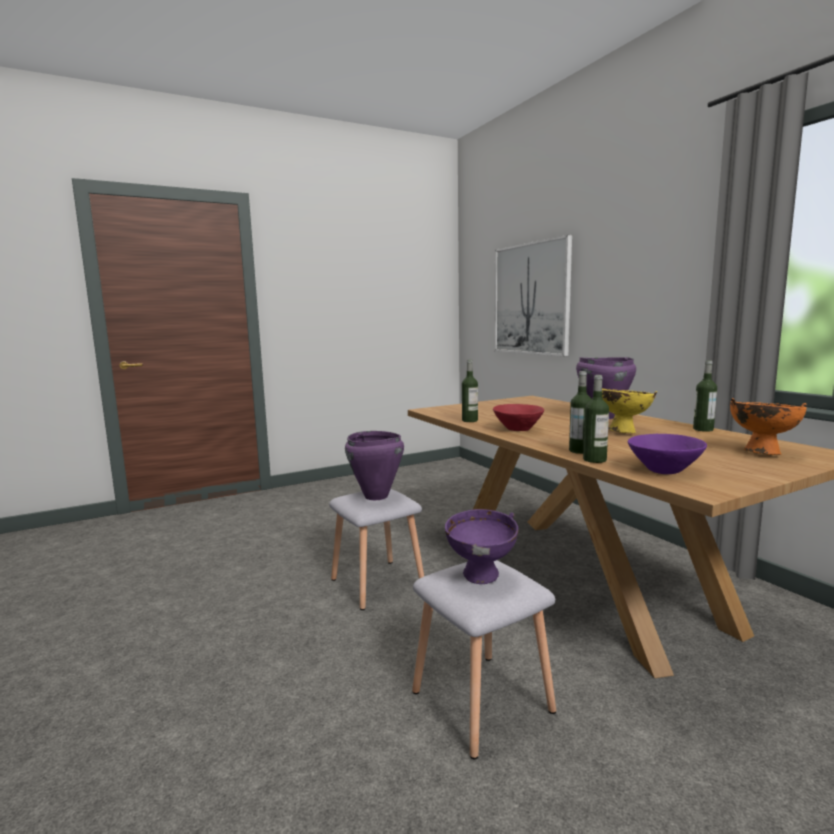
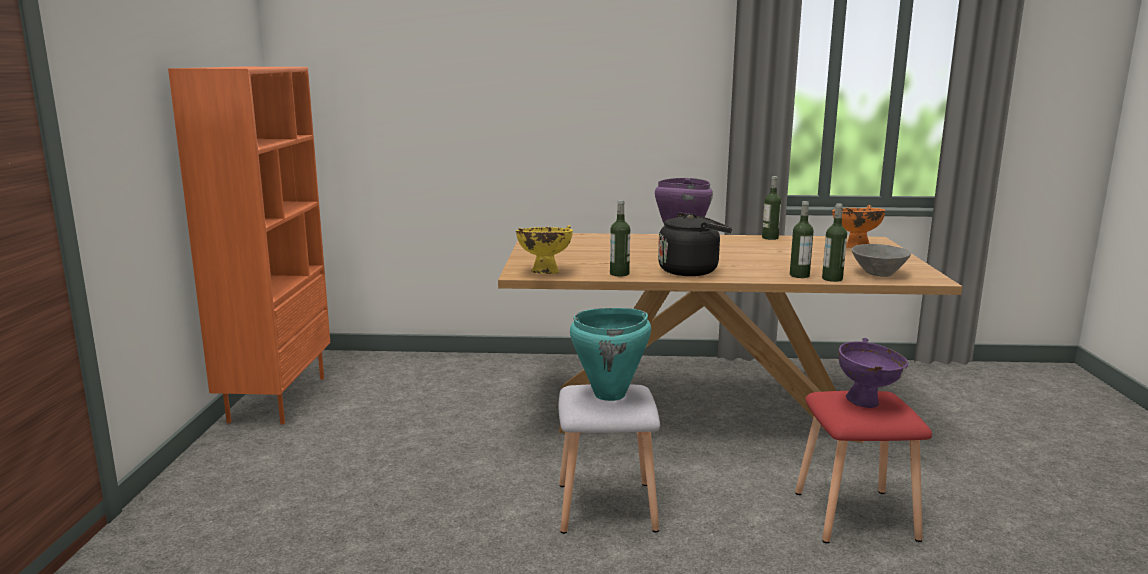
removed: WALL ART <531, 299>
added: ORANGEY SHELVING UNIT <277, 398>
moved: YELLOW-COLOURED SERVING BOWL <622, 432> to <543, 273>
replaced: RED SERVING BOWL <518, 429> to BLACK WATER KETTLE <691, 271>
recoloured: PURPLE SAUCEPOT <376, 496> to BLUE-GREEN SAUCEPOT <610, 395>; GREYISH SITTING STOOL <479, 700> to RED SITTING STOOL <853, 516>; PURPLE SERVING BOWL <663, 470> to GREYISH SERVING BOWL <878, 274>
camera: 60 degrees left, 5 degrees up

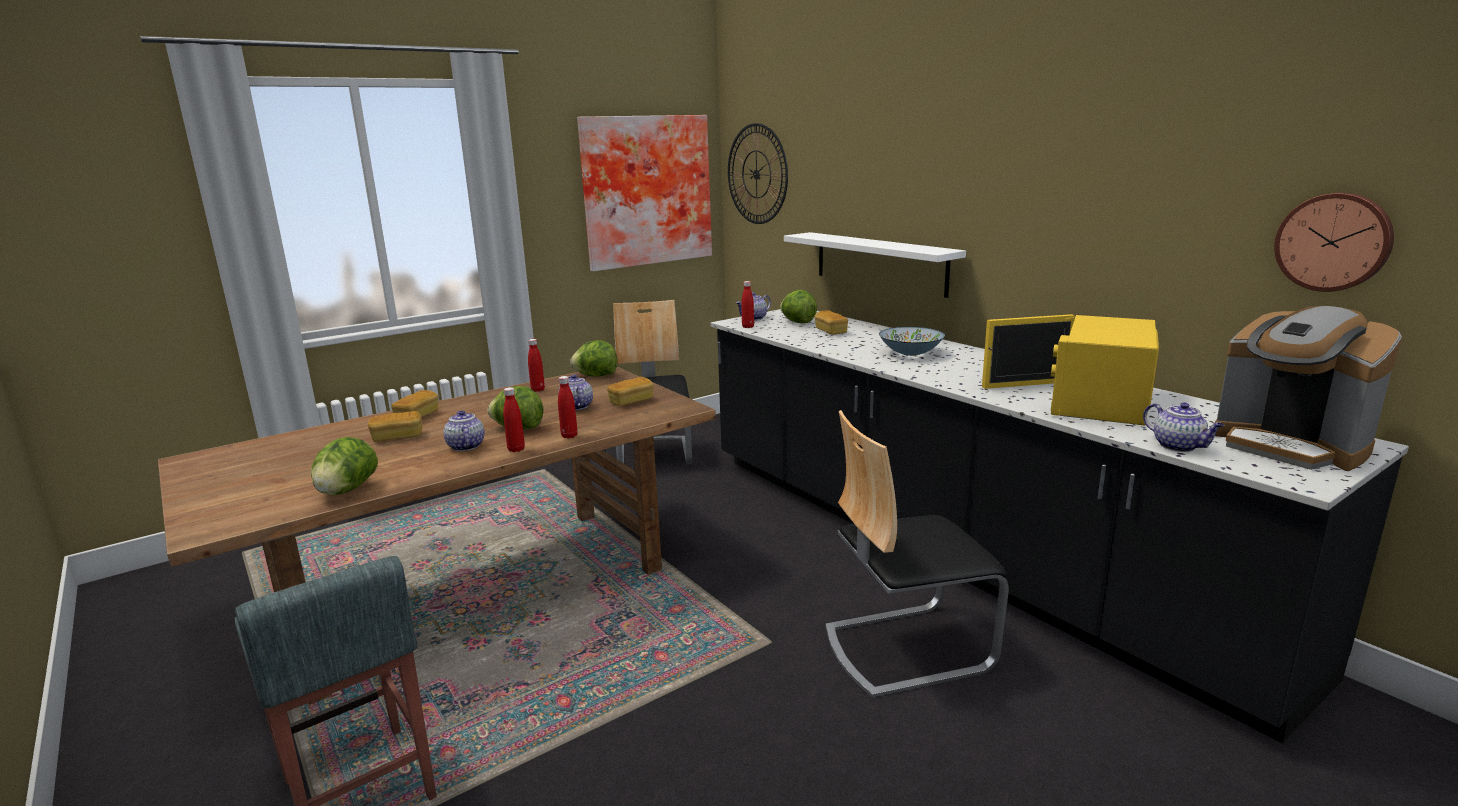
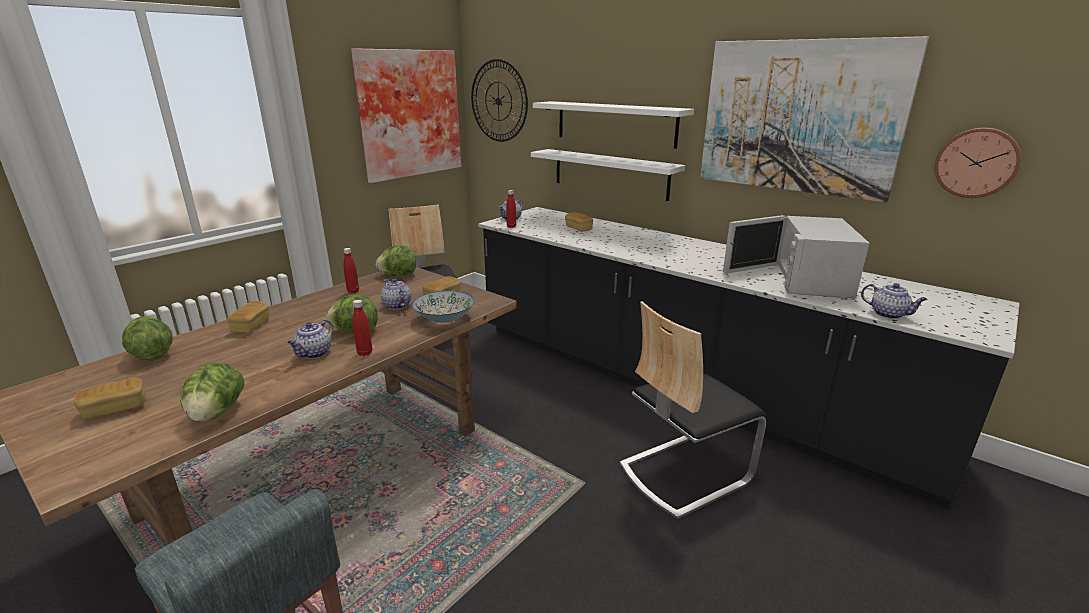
removed: RED DRINK BOTTLE <569, 436>; COFFEE MAKER <1289, 446>
added: WHITE-COLOURED BRACKET SHELF <615, 123>; WALL ART <798, 117>
moved: BAKED BREAD <397, 437> to <115, 409>; LETTUCE HEAD <798, 322> to <152, 355>; SERVING BOWL <911, 353> to <445, 319>
recoloured: YELLOW-COLOURED KITCHEN MICROWAVE <1094, 401> to WHITE-COLOURED KITCHEN MICROWAVE <806, 279>
turned: TEAPOT <465, 446> = <314, 353> 120 degrees counterclockwise
camera: 15 degrees left, 5 degrees up

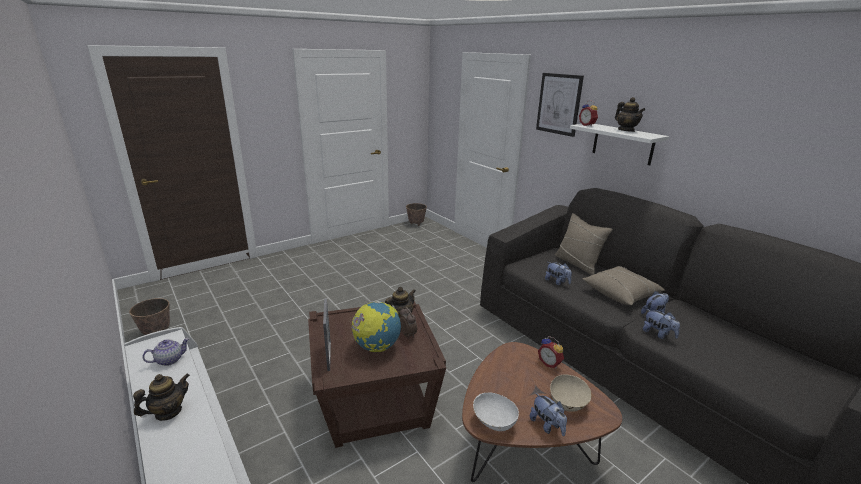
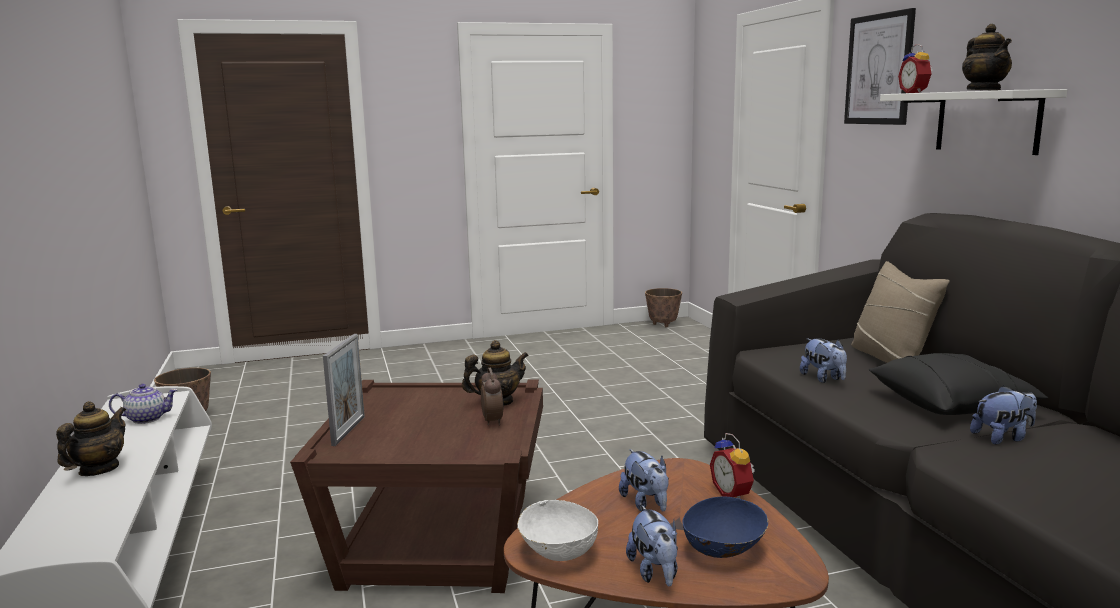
removed: DESK GLOBE <376, 347>
moved: PLUSH TOY <658, 334> to <646, 504>
recoloured: BEIGE SERVING BOWL <568, 403> to BLUISH SERVING BOWL <724, 550>; BEIGE CUSHION <621, 294> to BLACK CUSHION <951, 404>
turned: TEAPOT <168, 412> = <99, 469> 45 degrees counterclockwise
camera: 20 degrees right, 10 degrees down

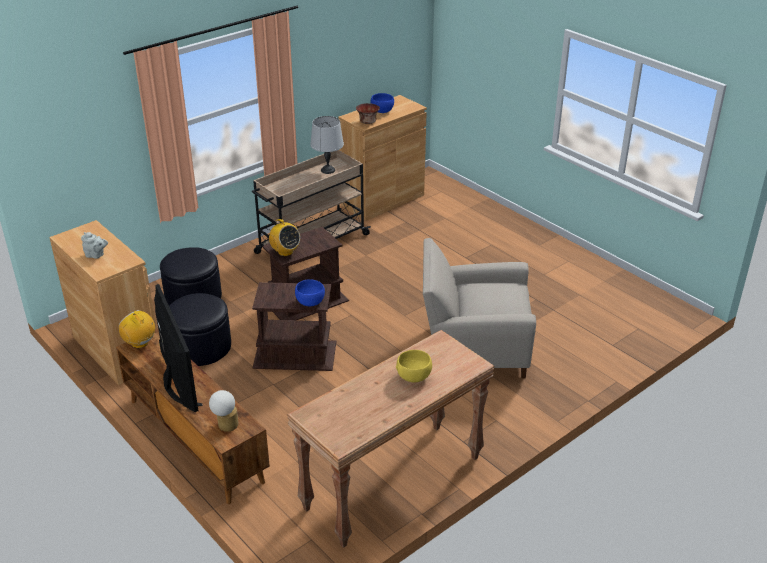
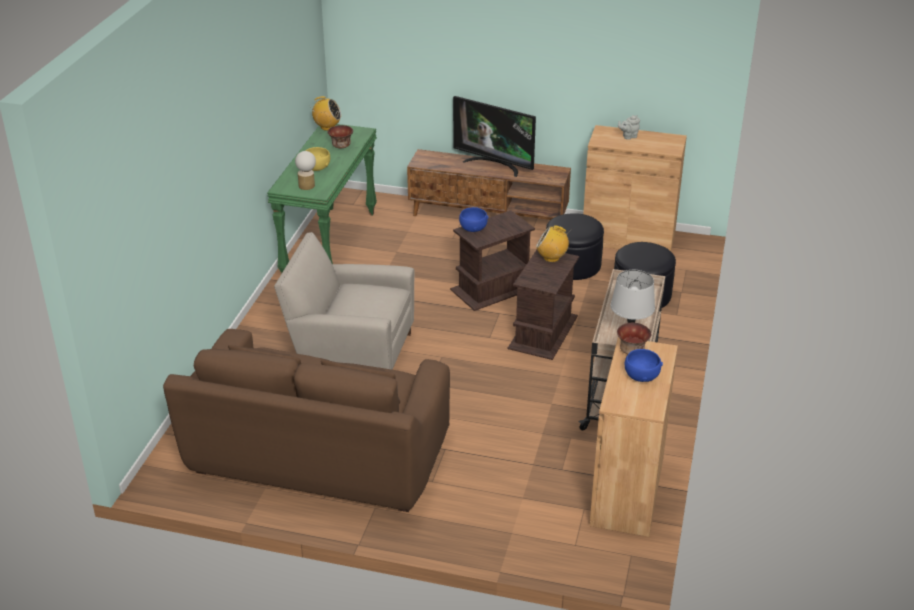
added: BROWNISH SOFA <319, 456>; SERVING BOWL <341, 146>
moved: LAMP FOR A TABLE <225, 426> to <307, 184>; RADIO <140, 343> to <327, 127>
recoloured: BROWNISH HALL TABLE <393, 484> to GREEN HALL TABLE <329, 244>
turned: BEIGE LOUNGE CHAIR <473, 349> = <350, 352> 135 degrees counterclockwise
camera: 145 degrees right, 0 degrees up

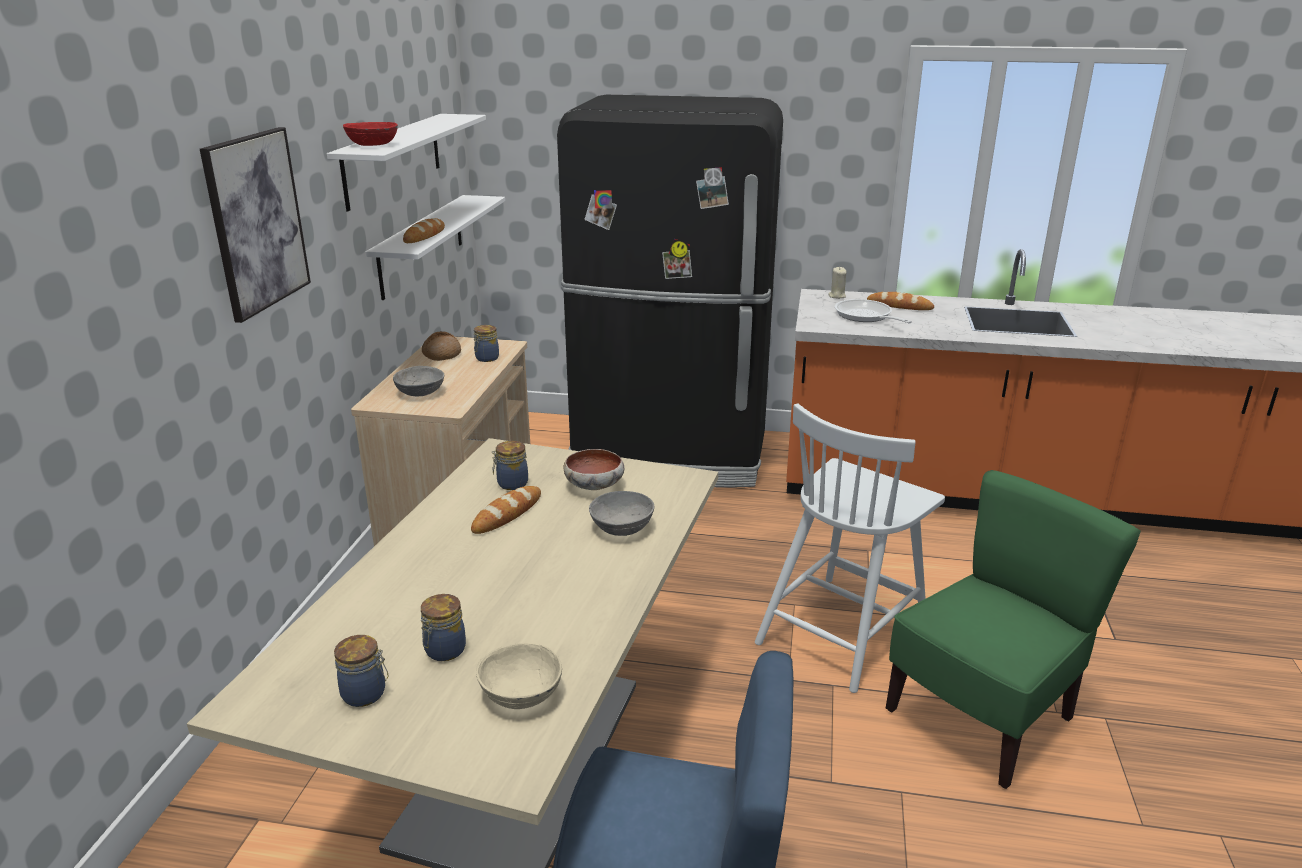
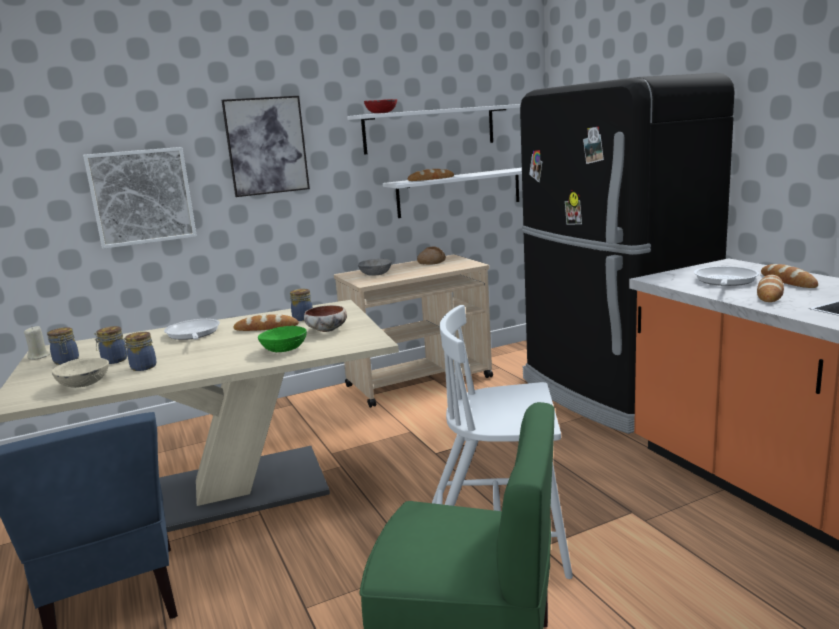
added: WALL ART <142, 197>; PAN <193, 334>; BAKED BREAD <770, 293>
moved: BEIGE WAX CANDLE <836, 296> to <39, 356>; PRESERVE JAR <486, 358> to <142, 367>
recoloured: GREYISH SERVING BOWL <623, 527> to GREEN SERVING BOWL <284, 349>
camera: 55 degrees right, 10 degrees down

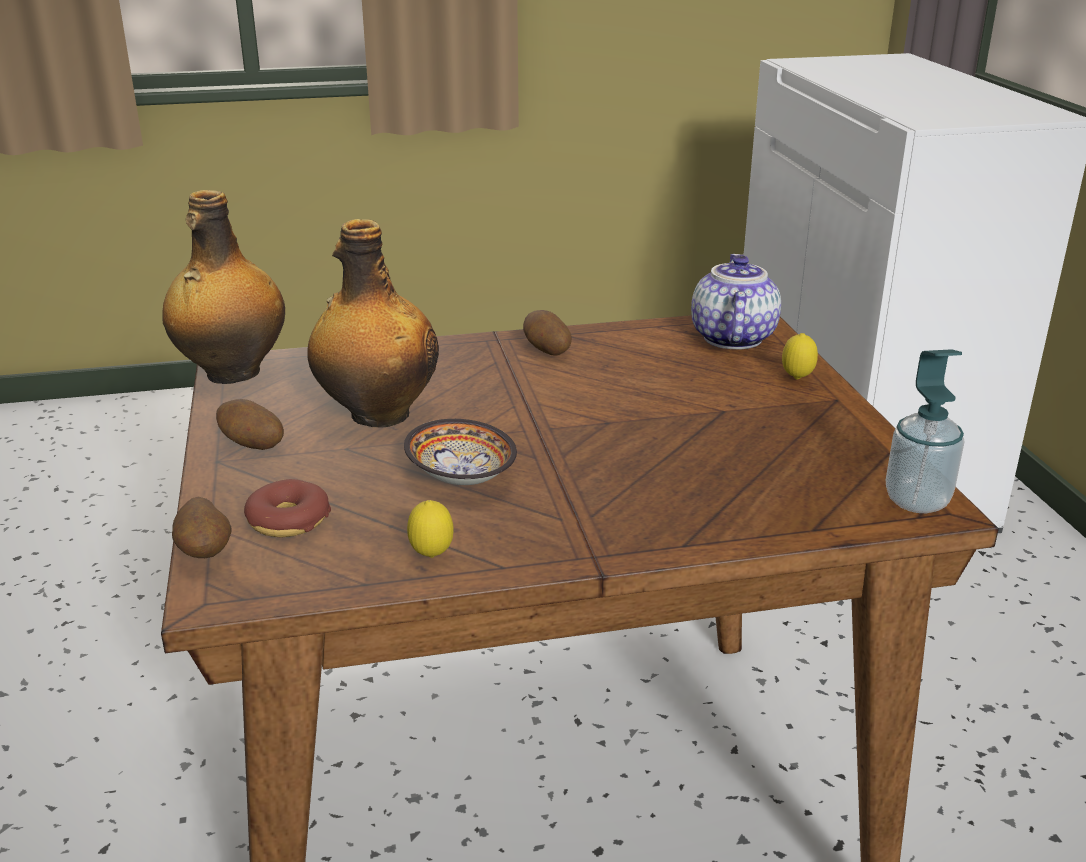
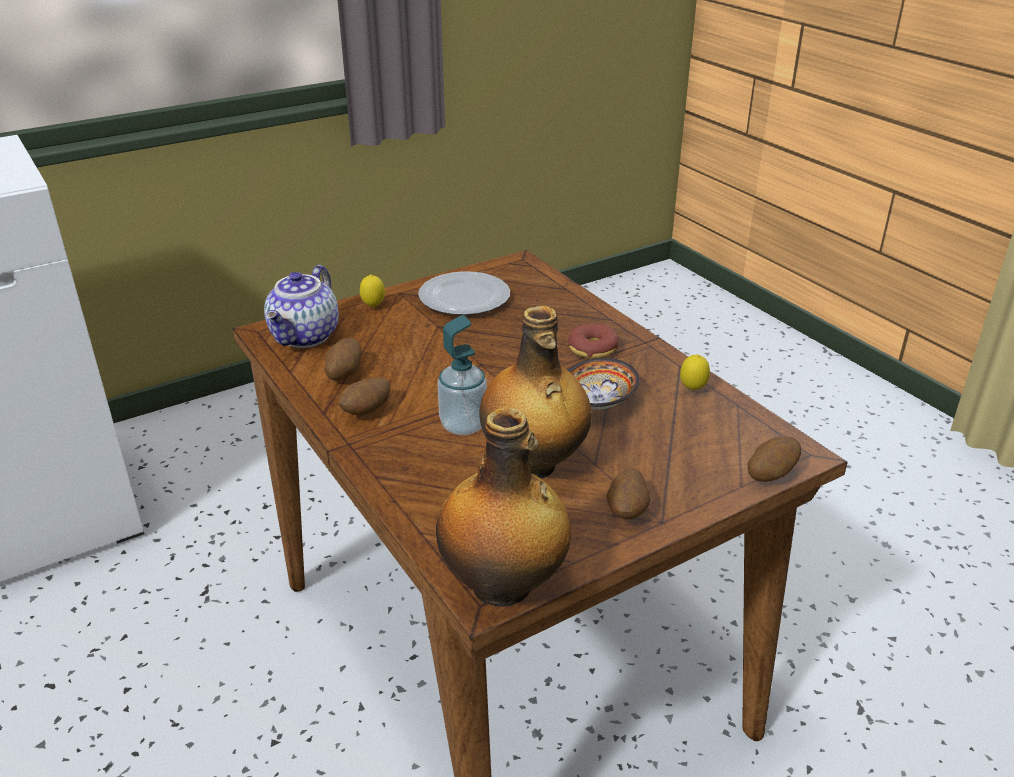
added: POTATO <343, 374>; DINNER PLATE <464, 299>
moved: LIQUID SOAP BOTTLE <917, 501> to <463, 425>; DOUGHNUT <288, 521> to <592, 349>
turned: TEAPOT <730, 338> = <306, 337> 60 degrees counterclockwise
camera: 110 degrees left, 5 degrees up

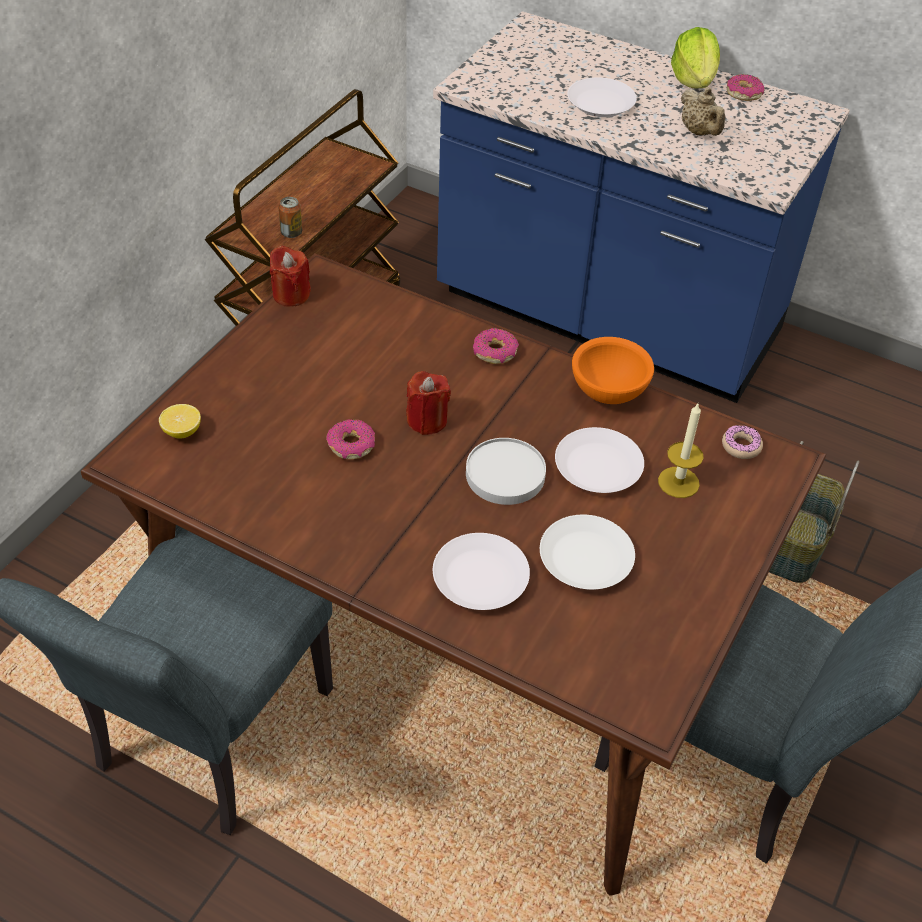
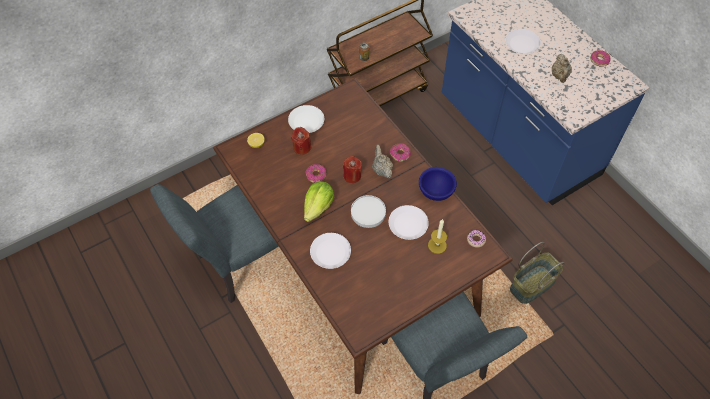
added: BEIGE TEAPOT <381, 170>
moved: WHITE-COLOURED DINNER PLATE <584, 559> to <306, 122>; RED WAX CANDLE <291, 295> to <302, 147>; LETTUCE HEAD <693, 80> to <318, 207>
recoloured: ORANGEY SERVING BOWL <607, 392> to BLUISH SERVING BOWL <435, 191>
camera: 30 degrees right, 10 degrees up

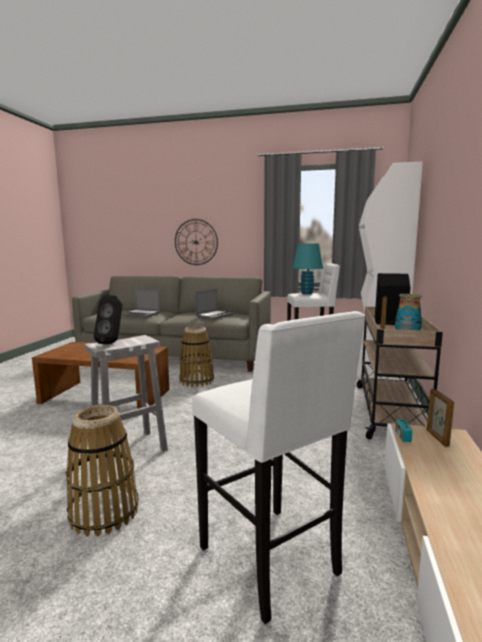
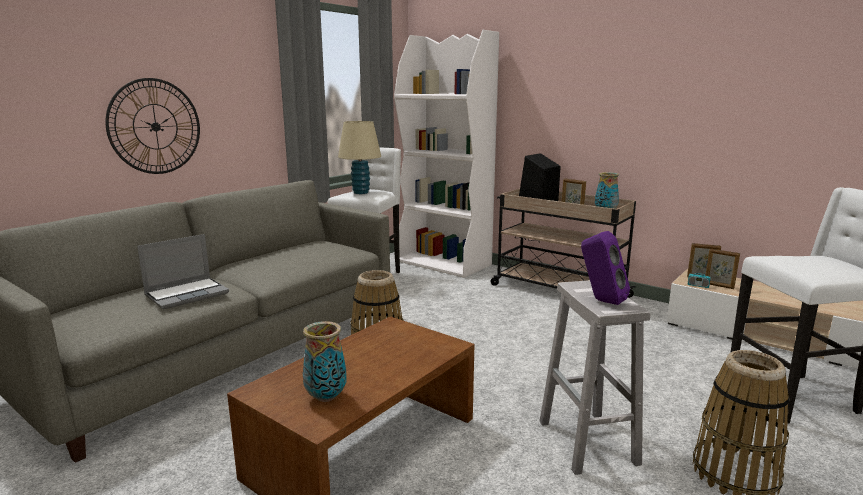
removed: LAPTOP <214, 315>
added: FLOWER VASE <325, 397>; PICTURE FRAME <719, 286>
recoloured: BLUE-GREEN LAMP FOR A TABLE <307, 293> to BEIGE LAMP FOR A TABLE <361, 192>; BLACK SPEAKER <112, 342> to PURPLE SPEAKER <601, 300>
camera: 65 degrees left, 5 degrees up

